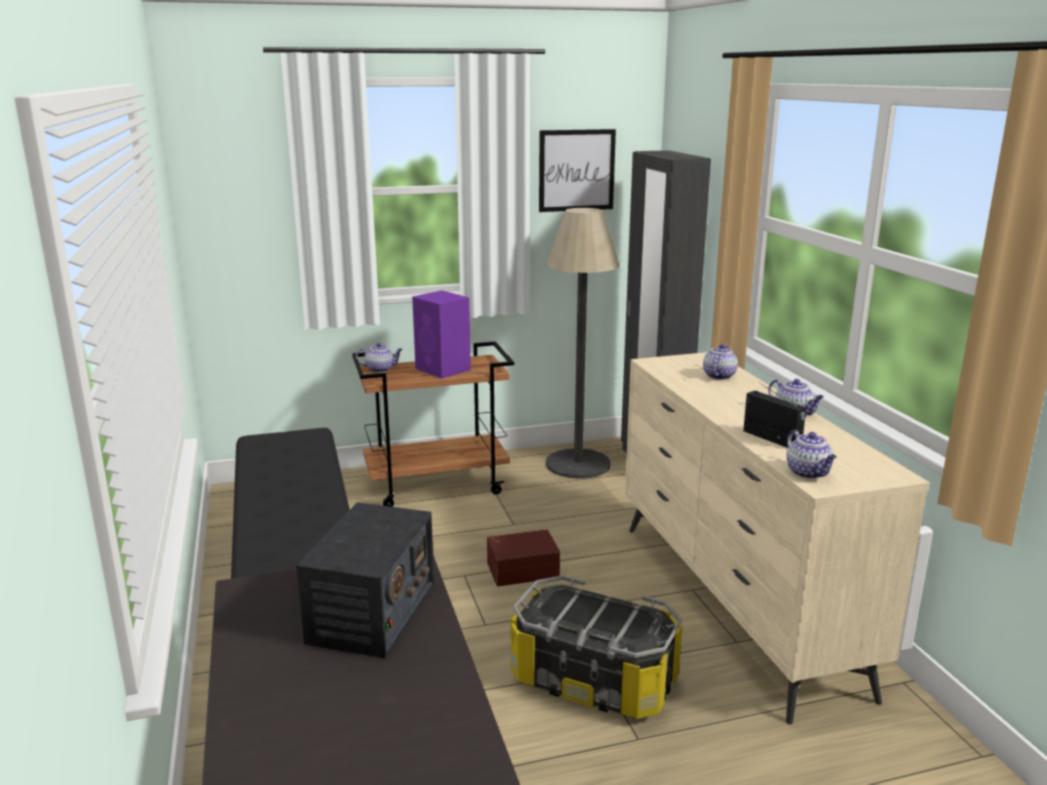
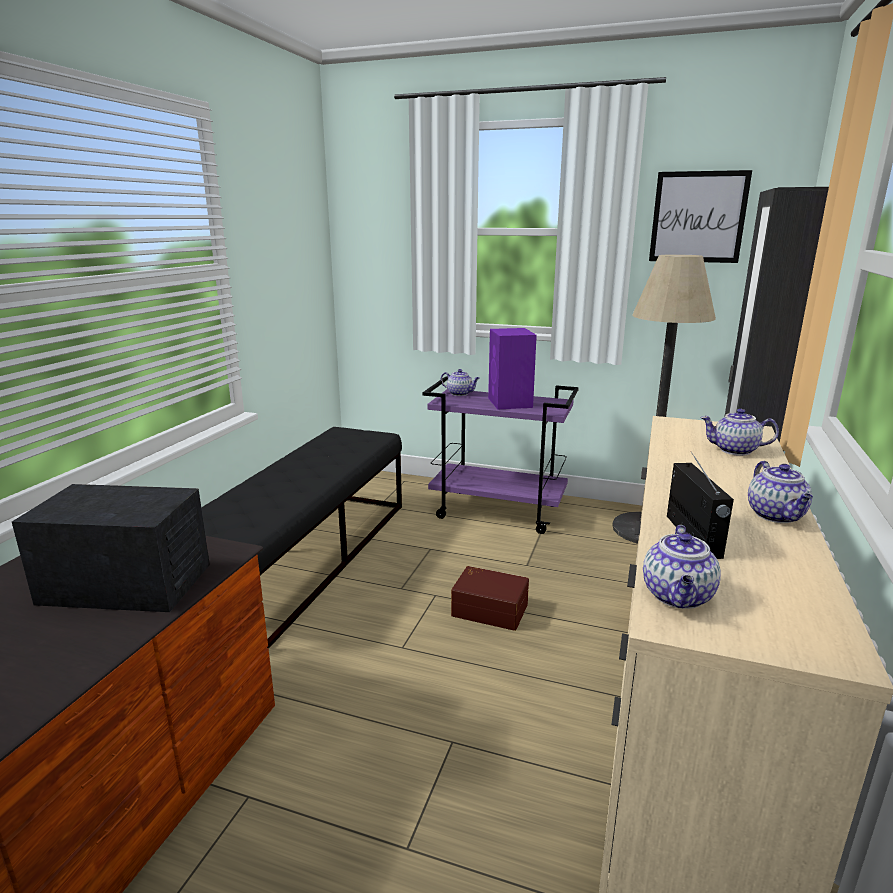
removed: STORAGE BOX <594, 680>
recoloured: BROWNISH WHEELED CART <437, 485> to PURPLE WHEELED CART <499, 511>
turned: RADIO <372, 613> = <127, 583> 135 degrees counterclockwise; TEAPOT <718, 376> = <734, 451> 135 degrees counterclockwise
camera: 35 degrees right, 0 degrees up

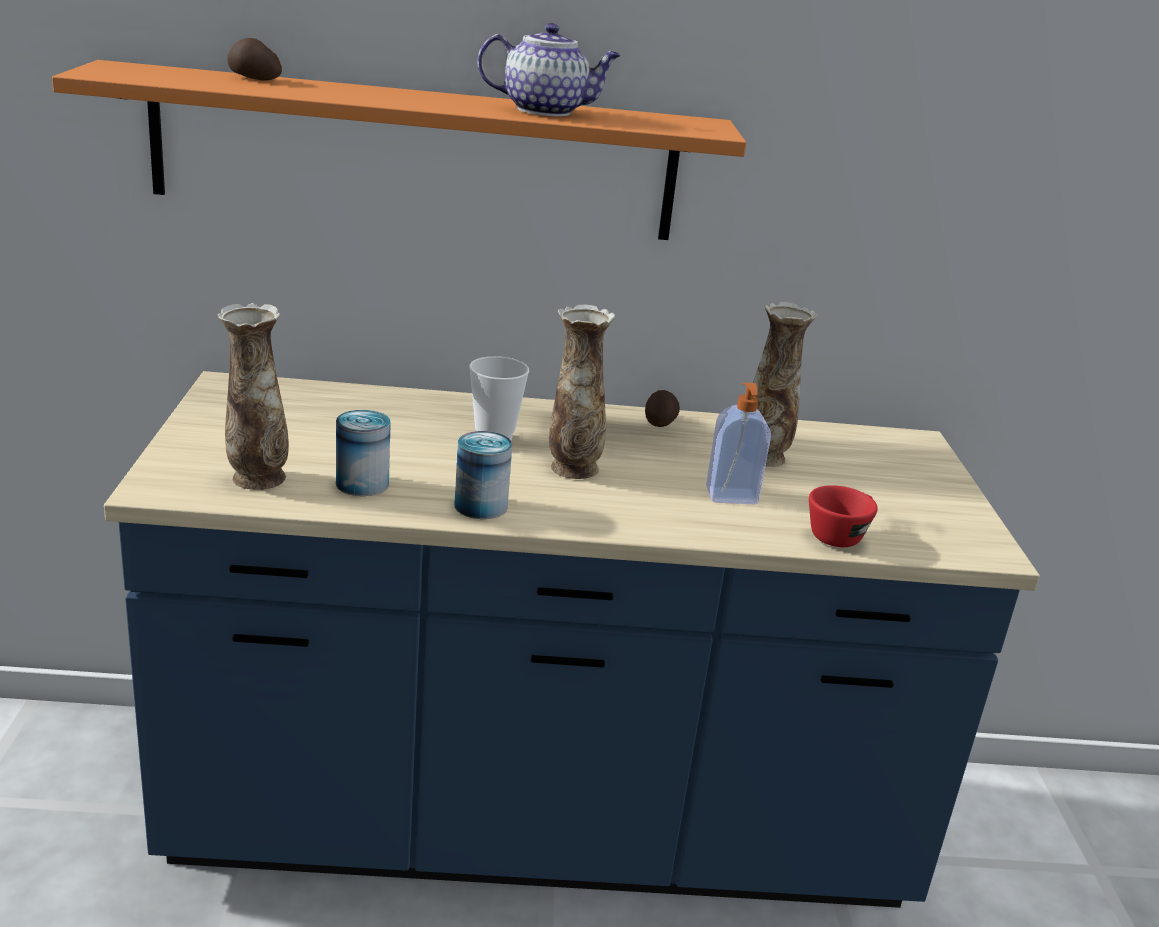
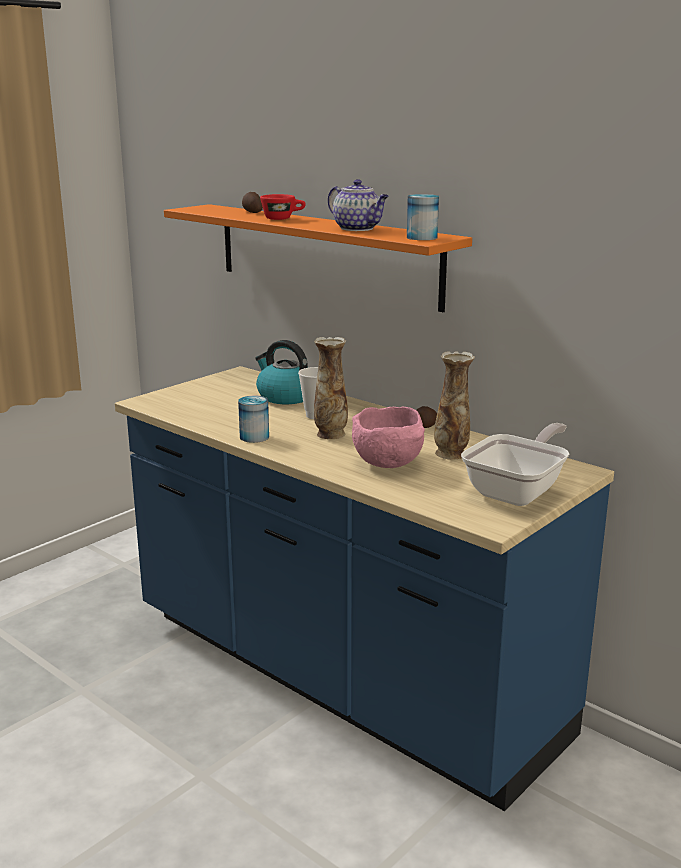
removed: FLOWER VASE <257, 478>
added: WATER KETTLE <285, 396>; PAN <518, 491>
moved: RED CUP <839, 535> to <283, 218>; METAL CAN <362, 483> to <422, 237>
replaced: LIQUID SOAP BOTTLE <732, 497> to PINK SERVING BOWL <389, 464>
camera: 45 degrees right, 5 degrees down

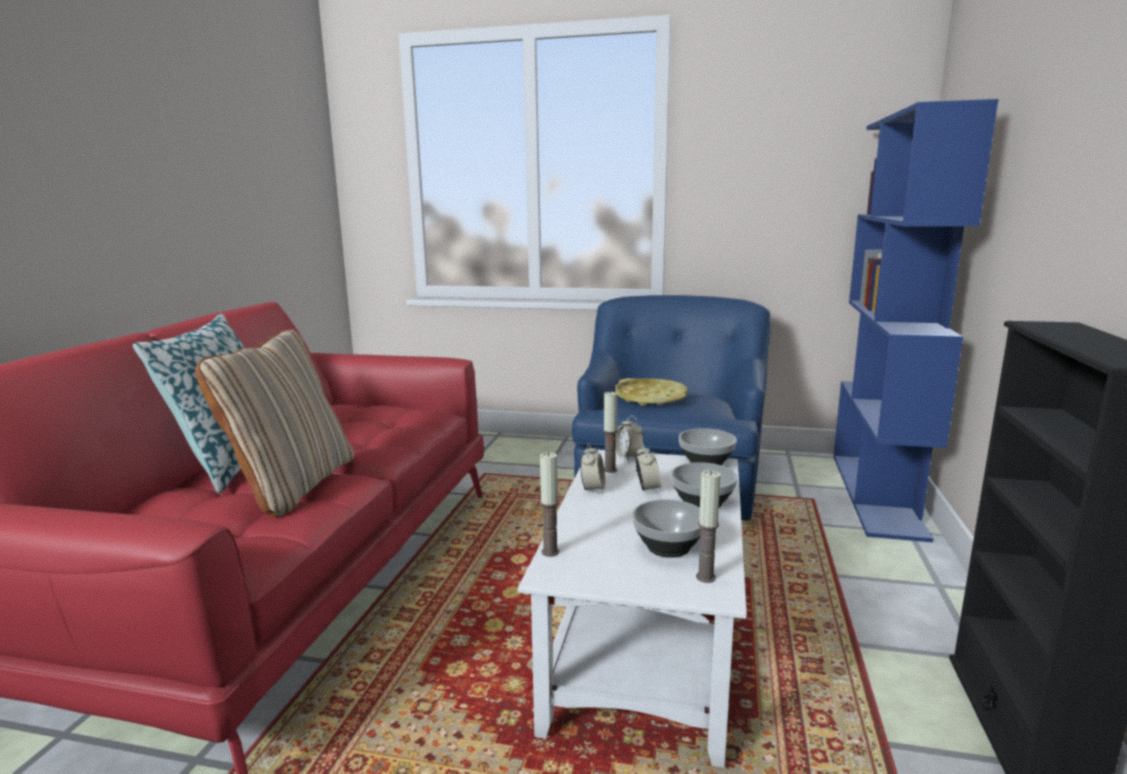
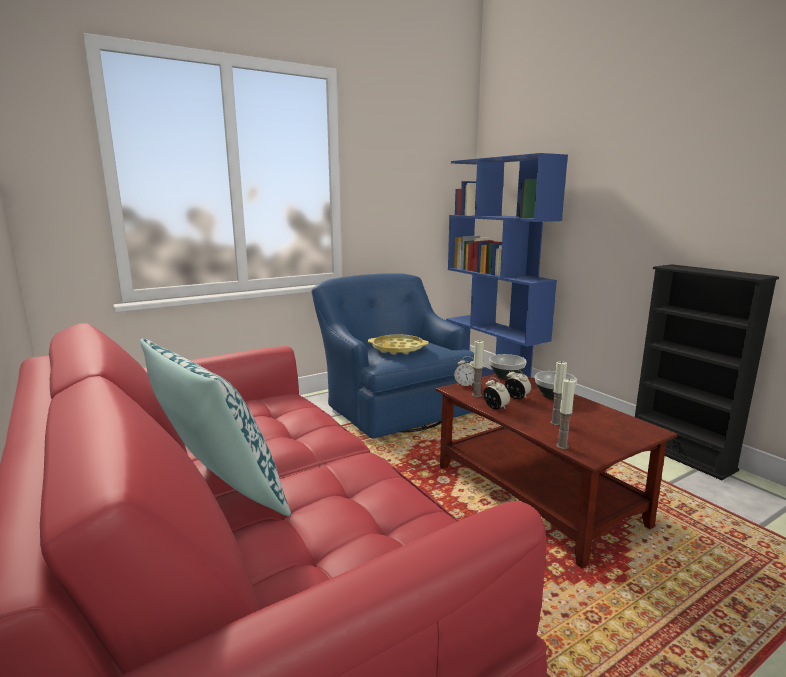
removed: BEIGE CUSHION <292, 485>; SERVING BOWL <669, 548>
moved: WAX CANDLE <705, 577> to <556, 423>
recoloured: WHITE-COLOURED LOW TABLE <644, 641> to BROWNISH LOW TABLE <534, 494>
camera: 45 degrees left, 0 degrees up

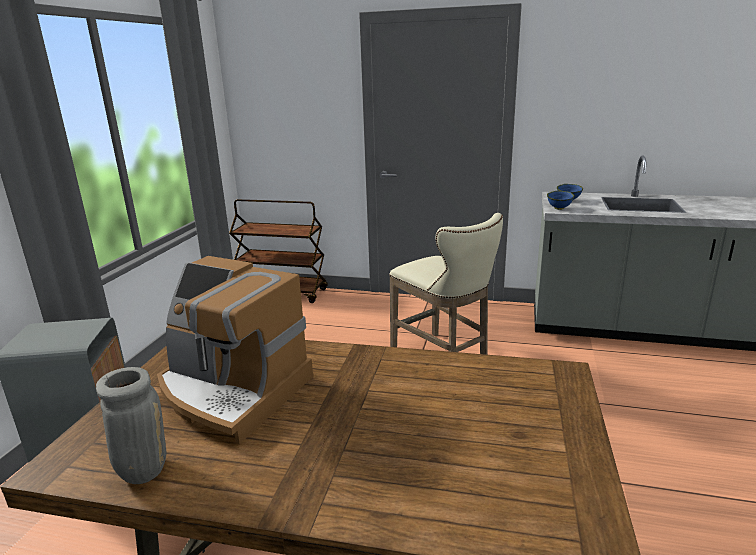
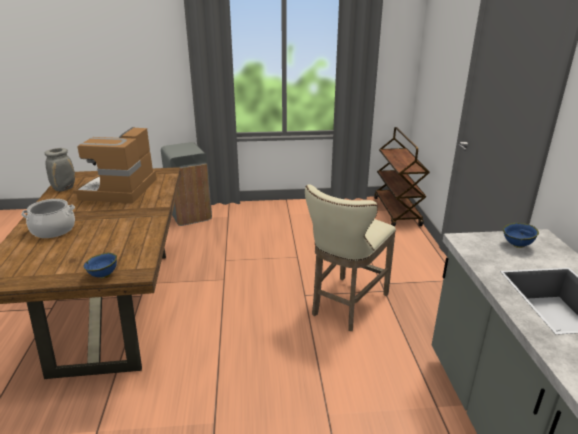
added: SAUCEPOT <53, 229>
moved: BLUISH SERVING BOWL <559, 208> to <103, 276>
camera: 70 degrees right, 5 degrees up

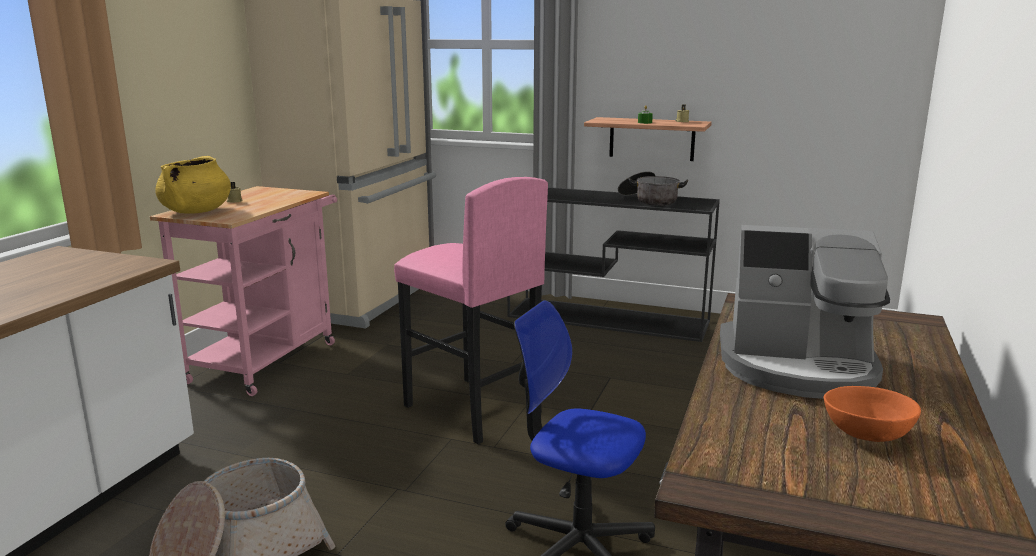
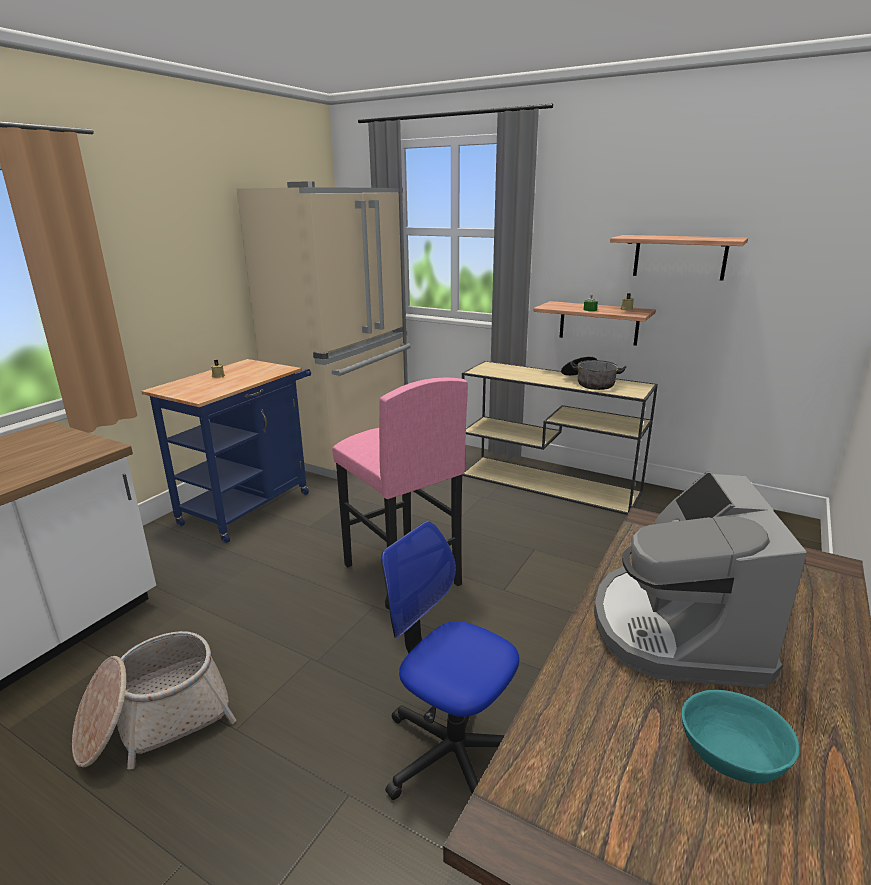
removed: YELLOW-COLOURED SAUCEPOT <196, 212>
added: BRACKET SHELF <679, 257>
recoloured: PINK WHEELED CART <268, 358> to BLUISH WHEELED CART <251, 505>; BLACK HALL TABLE <610, 319> to BEIGE HALL TABLE <550, 484>; ORANGEY SERVING BOWL <868, 435> to BLUE-GREEN SERVING BOWL <733, 759>
turned: COFFEE MAKER <798, 367> = <676, 629> 75 degrees clockwise
camera: 10 degrees right, 5 degrees up

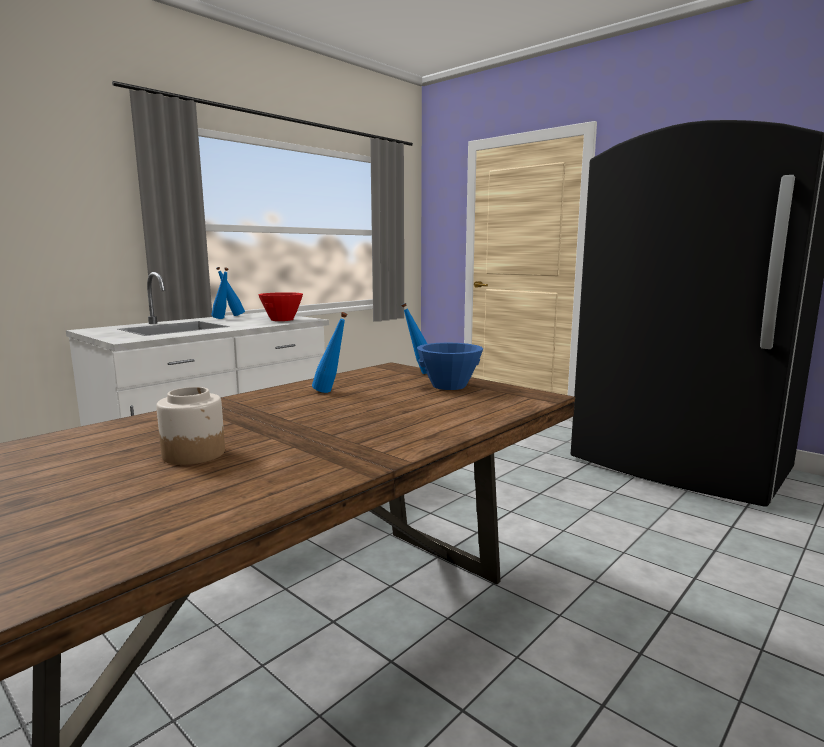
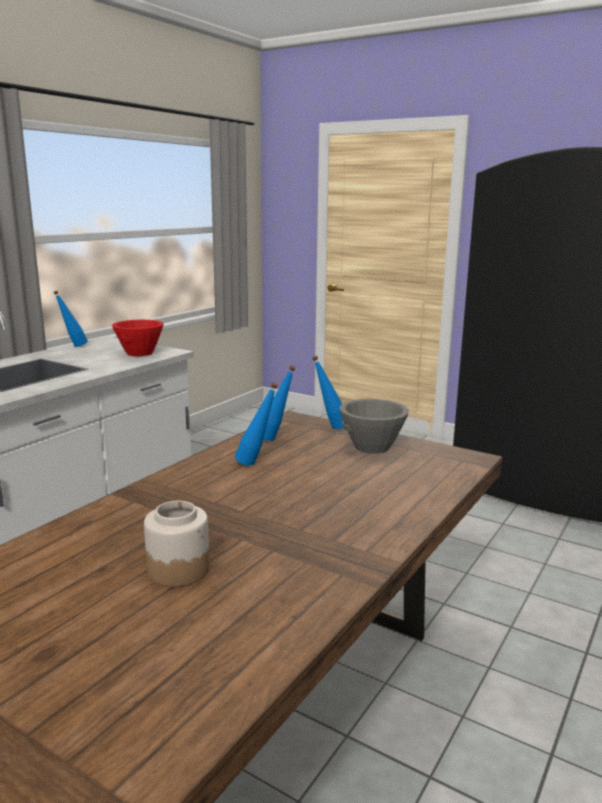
moved: BLUISH DRINK BOTTLE <222, 319> to <276, 440>
recoloured: BLUISH SERVING BOWL <448, 385> to GREYISH SERVING BOWL <371, 447>
camera: 10 degrees left, 5 degrees up

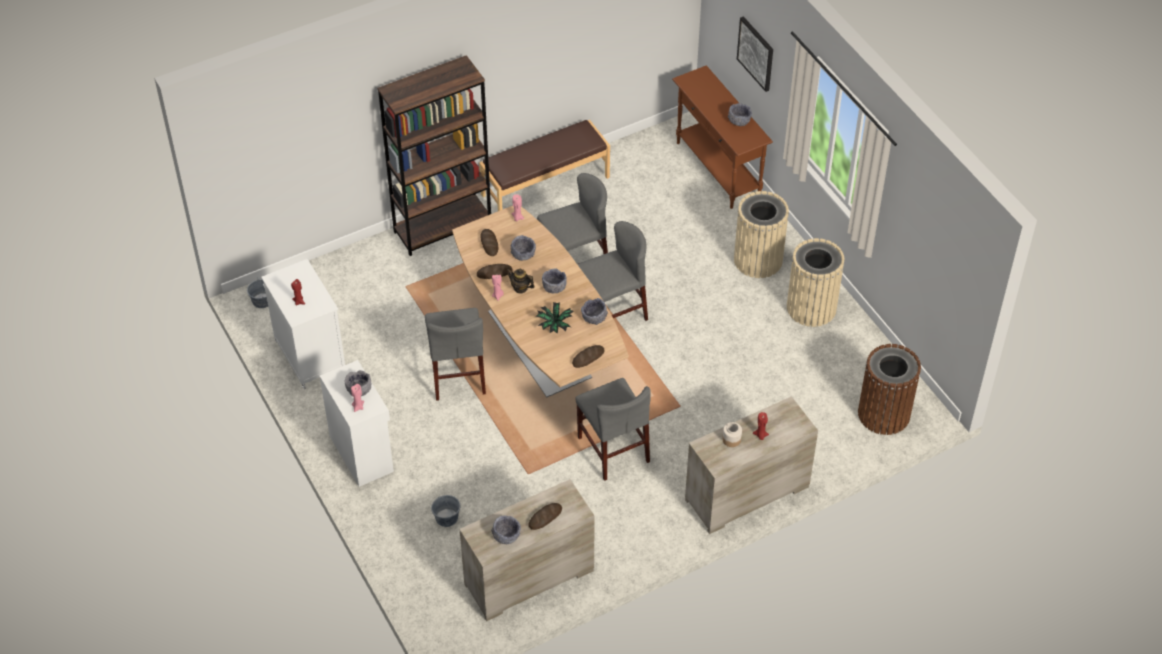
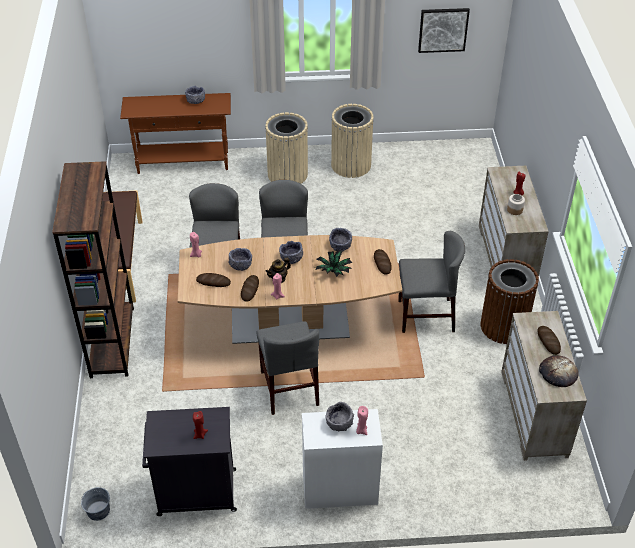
removed: GREYISH BUCKET <447, 518>
moved: WALL ART <756, 53> to <443, 29>; BROWNISH TRASH CAN <884, 414> to <503, 326>
replaced: GREYISH SERVING BOWL <506, 535> to BAKED BREAD <558, 373>
recoloured: WHITE-COLOURED STORAGE CABINET <309, 355> to BLACK STORAGE CABINET <195, 493>
turned: GREYISH CHAIR <457, 375> = <289, 388> 60 degrees clockwise
camera: 65 degrees left, 5 degrees down

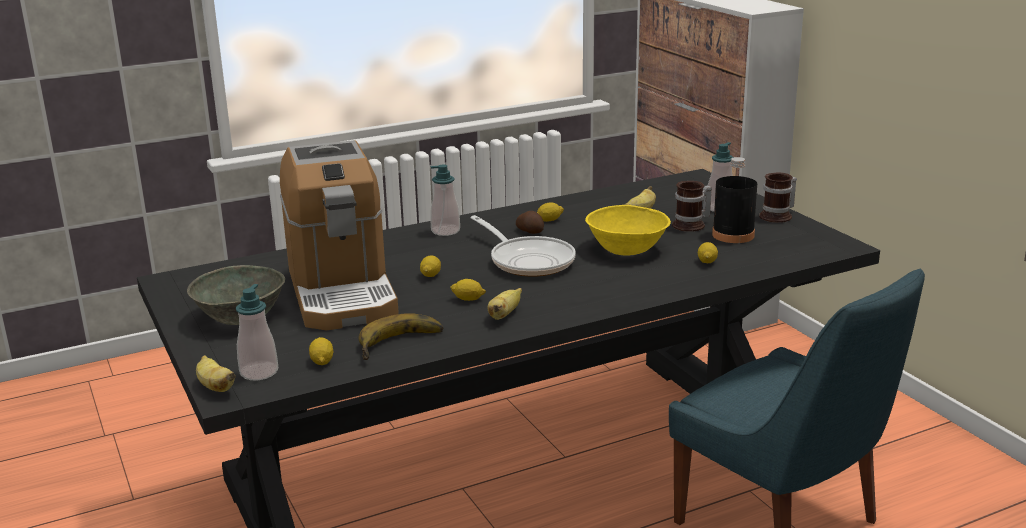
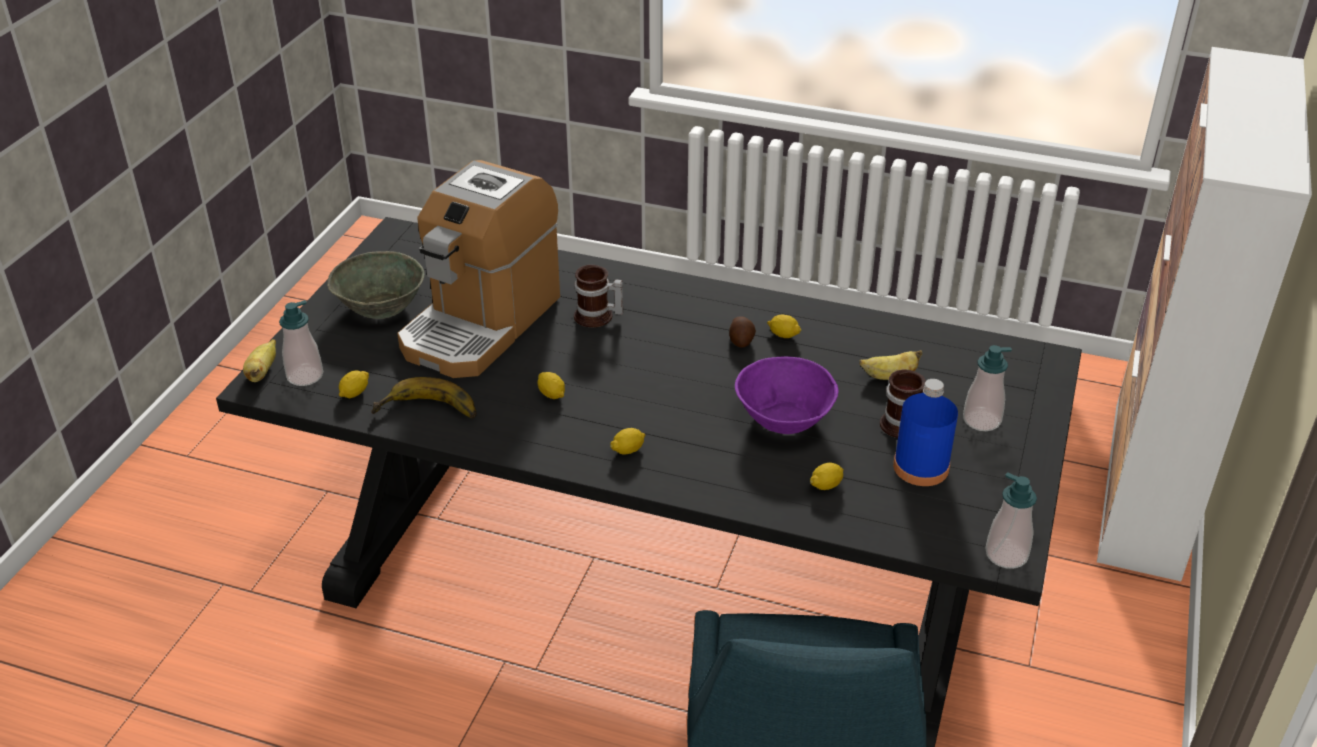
removed: PAN <528, 260>; BANANA <504, 315>
moved: MUG <779, 216> to <597, 317>; CITRUS FRUIT <430, 275> to <628, 450>; LIQUID SOAP BOTTLE <445, 231> to <1006, 555>
recoloured: YELLOW-COLOURED SERVING BOWL <627, 248> to PURPLE SERVING BOWL <786, 418>; BLACK DRINK BOTTLE <733, 235> to BLUISH DRINK BOTTLE <921, 467>
camera: 45 degrees right, 15 degrees up

